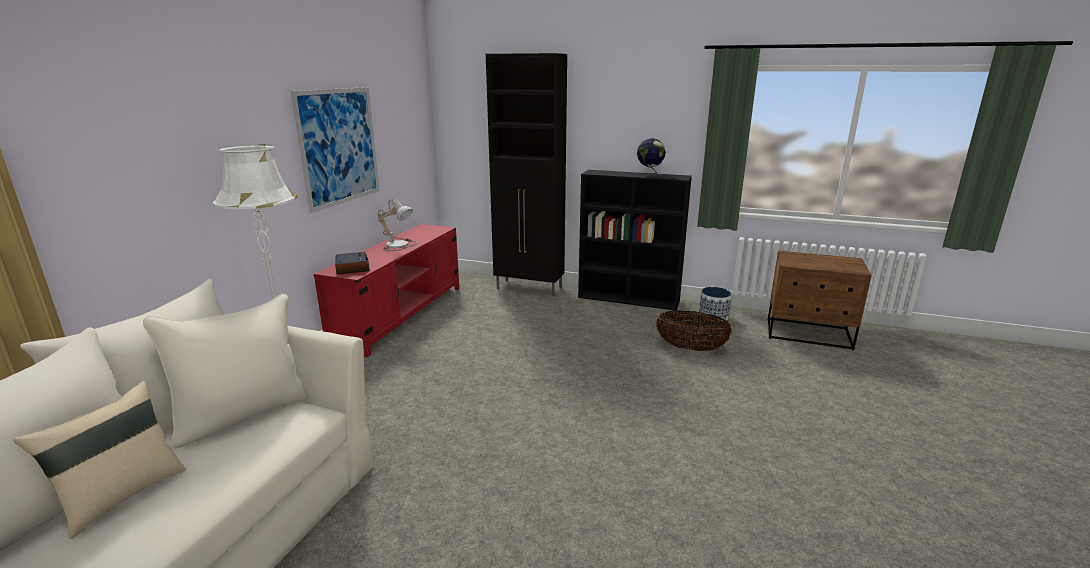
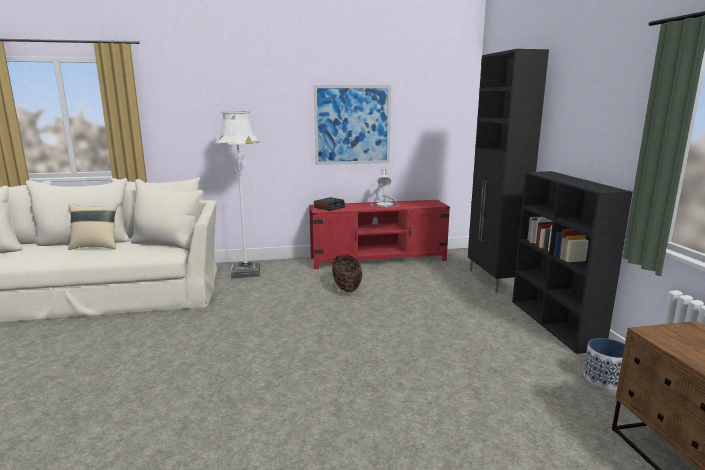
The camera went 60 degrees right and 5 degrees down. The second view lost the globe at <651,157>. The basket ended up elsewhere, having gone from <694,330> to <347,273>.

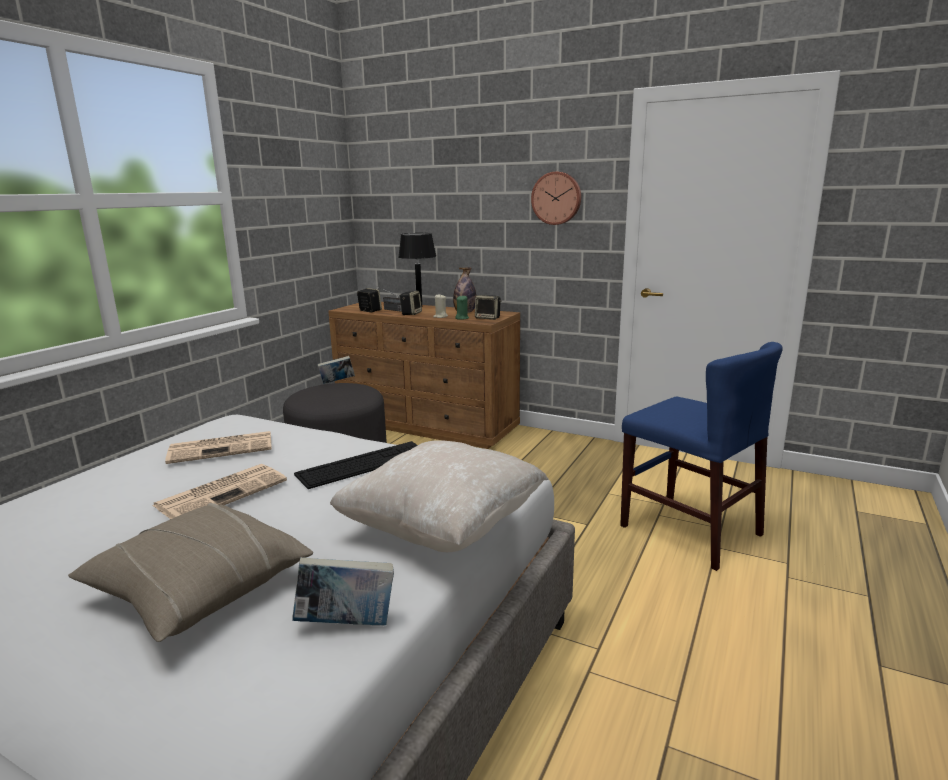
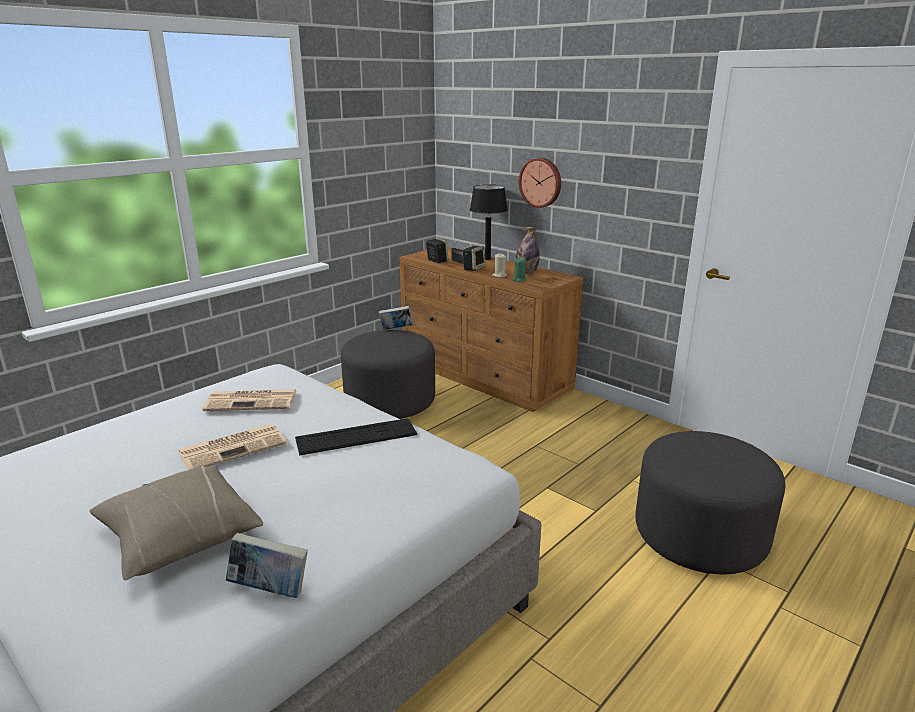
The camera went 15 degrees right and 5 degrees up. The second view lost the beige pillow at <439,496>. The second view lost the speaker at <488,307>. The wall clock ended up elsewhere, having gone from <556,198> to <540,183>. Where the blue chair stood at <701,456>, the grey ottoman came to stand at <710,502>.

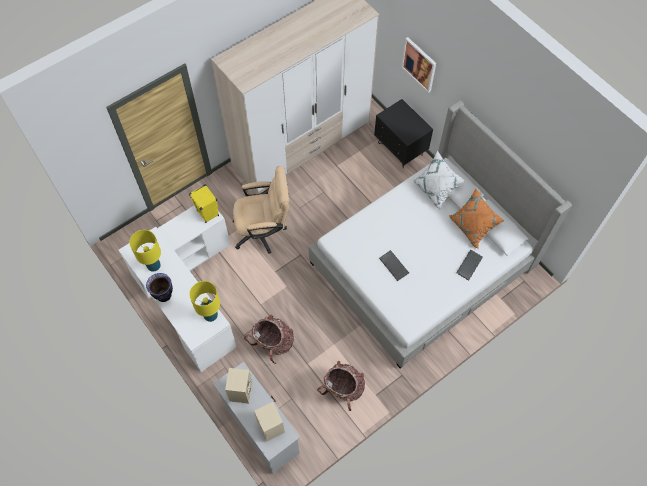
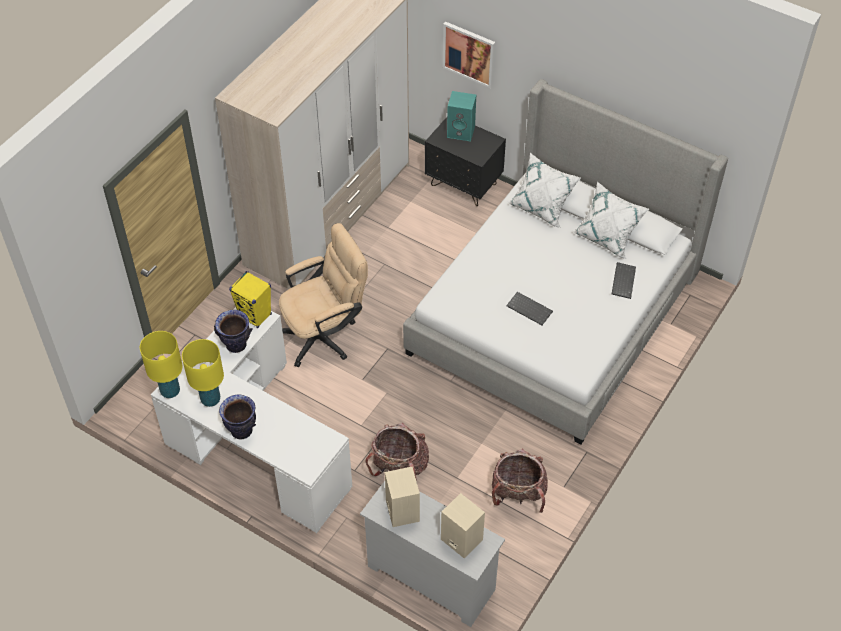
The camera went 20 degrees left and 10 degrees down. The second view gained the vase at <233,331>. The second view gained the turquoise speaker at <461,116>. The yellow table lamp ended up elsewhere, having gone from <204,301> to <161,364>. What was the orange pillow at <476,218> turned into the white pillow at <610,220>.

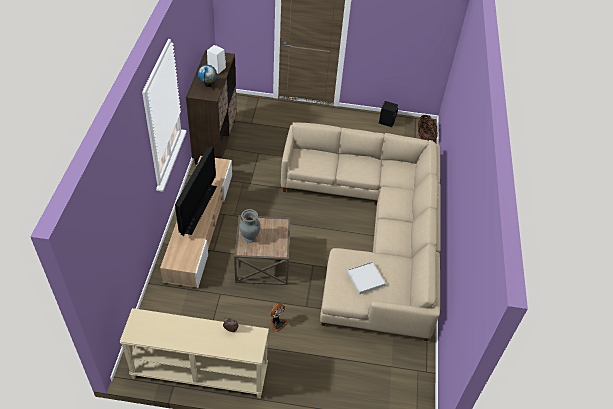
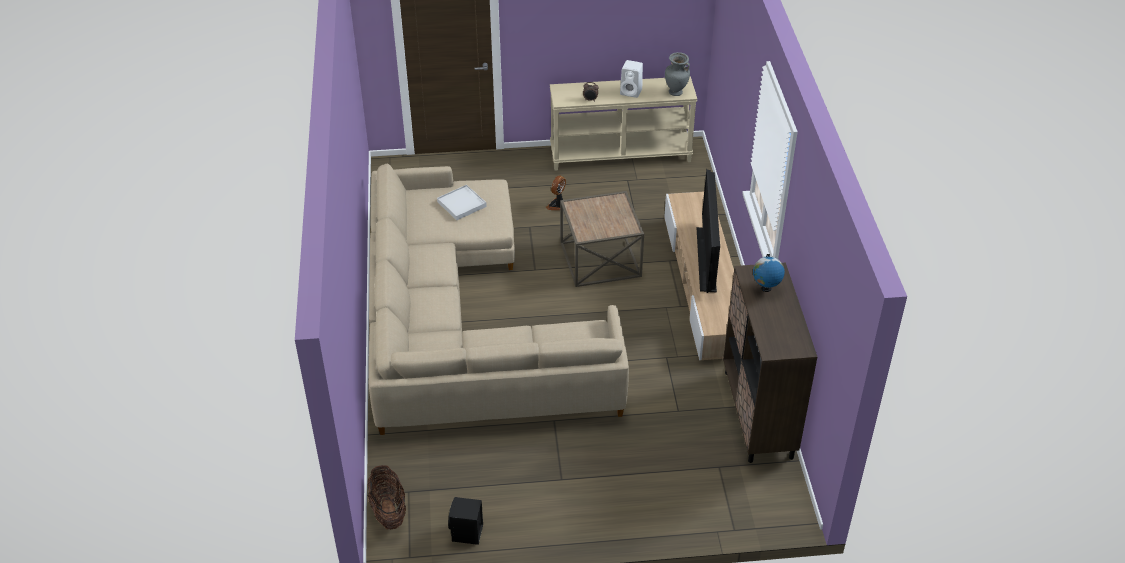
The camera went 170 degrees right and 5 degrees down. The white speaker ended up elsewhere, having gone from <216,59> to <631,79>. The grey vase ended up elsewhere, having gone from <250,226> to <677,74>.

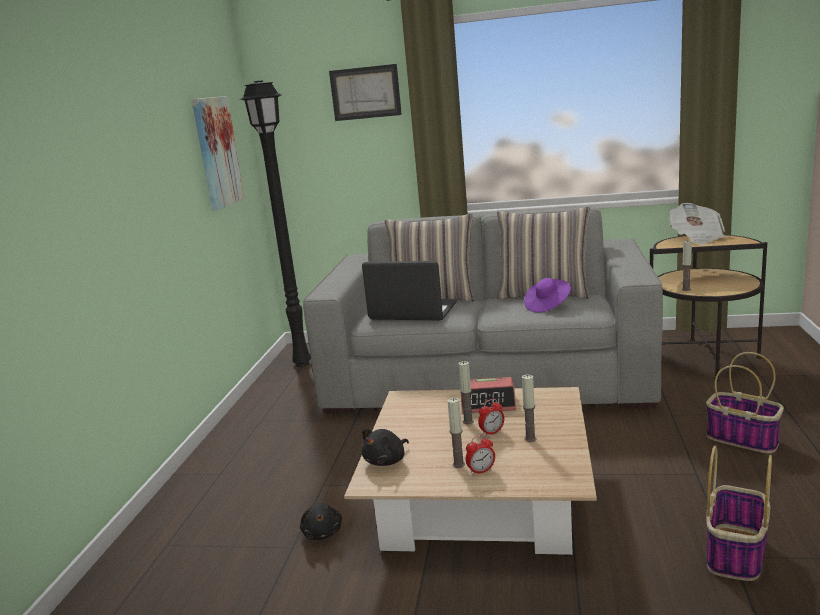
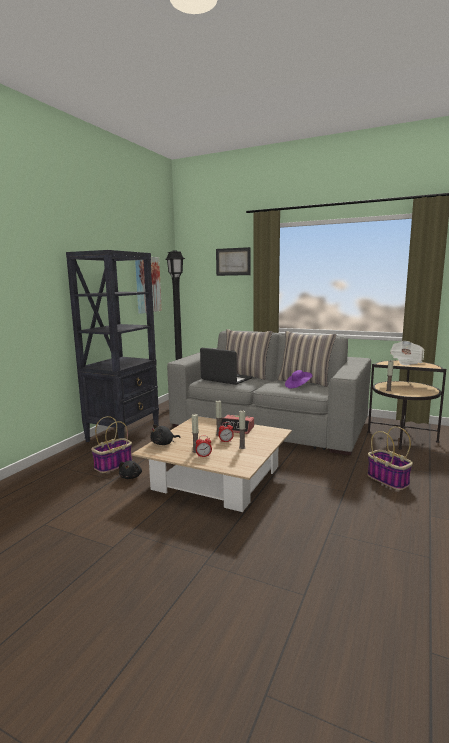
The camera went 15 degrees right and 5 degrees down. The second view gained the black bookcase at <112,346>. The basket ended up elsewhere, having gone from <739,513> to <111,444>.

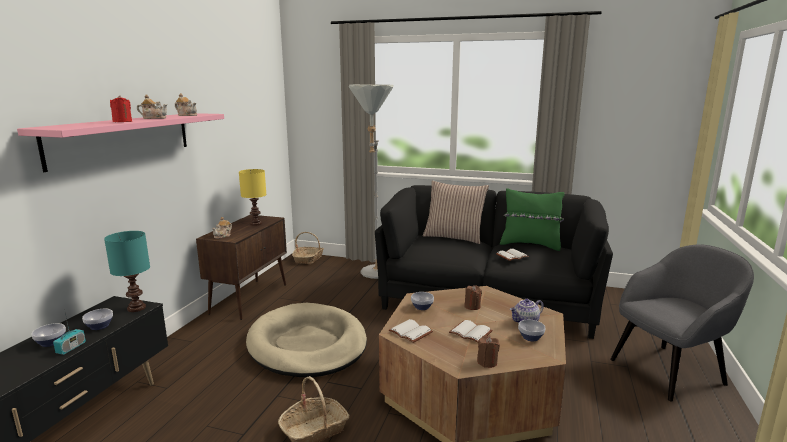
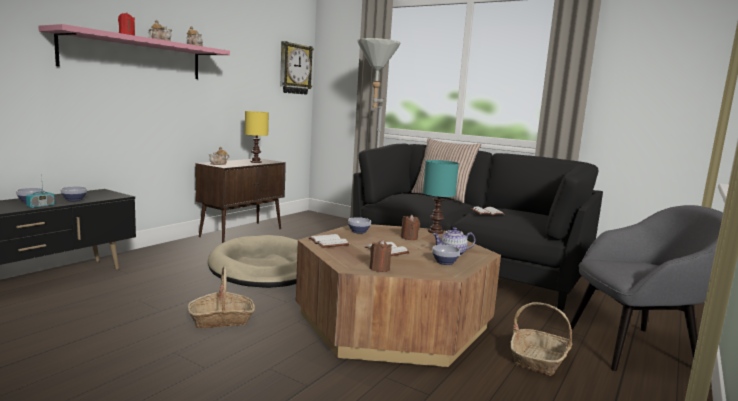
The camera went 15 degrees right and 5 degrees down. The second view lost the green pillow at <532,219>. The second view gained the wall clock at <297,68>. The turquoise table lamp ended up elsewhere, having gone from <127,271> to <441,197>. The basket ended up elsewhere, having gone from <308,248> to <541,339>.

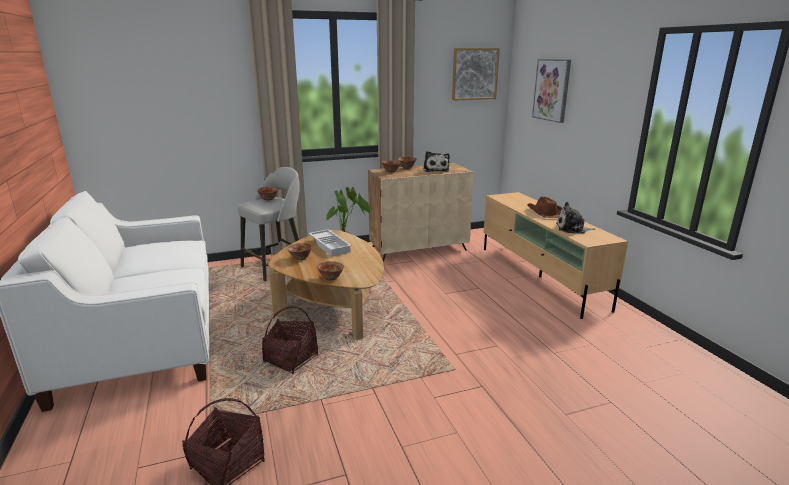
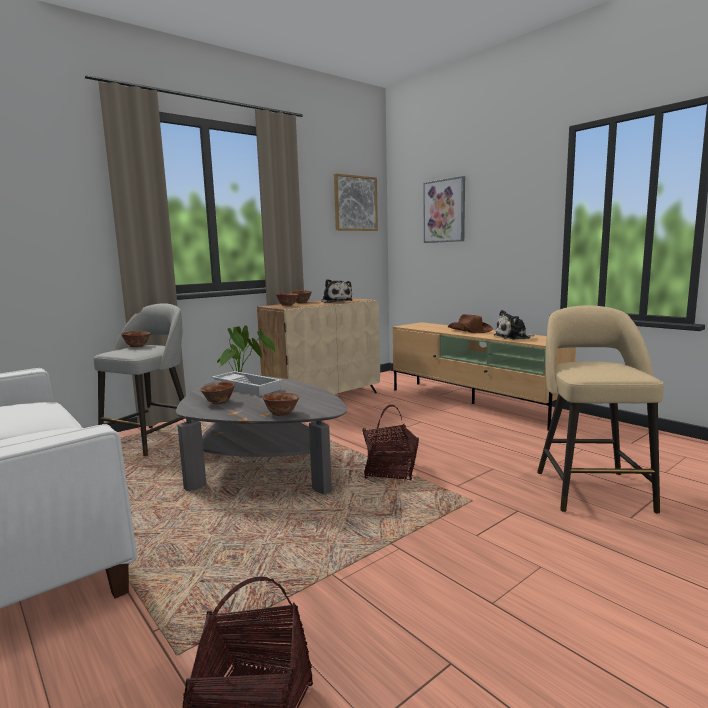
The camera went 20 degrees left and 10 degrees down. The second view gained the beige stool at <600,409>. The basket ended up elsewhere, having gone from <290,340> to <390,443>. What was the brown coffee table at <326,284> turned into the grey coffee table at <261,435>.

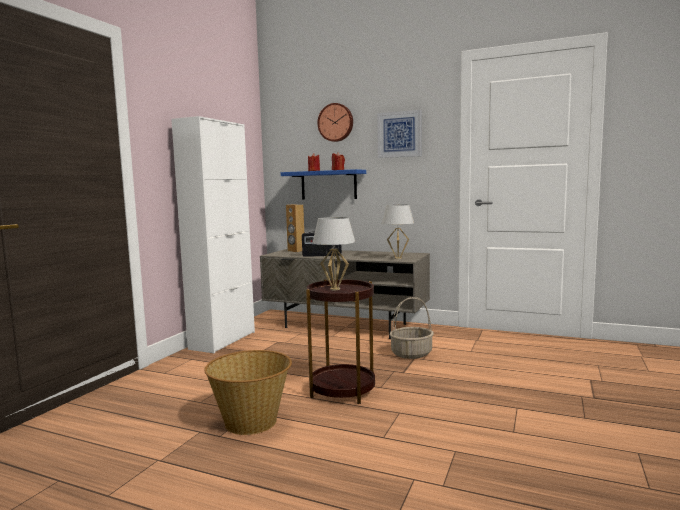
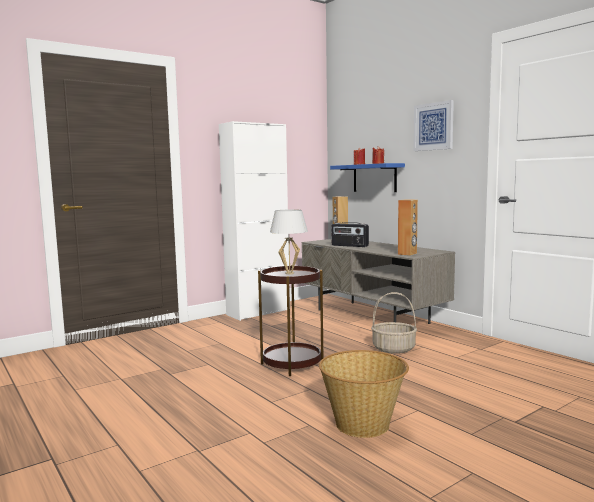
The camera went 30 degrees right and 0 degrees up. The second view lost the wall clock at <335,122>. The basket ended up elsewhere, having gone from <248,392> to <364,394>. Where the white table lamp stood at <398,232>, the brown speaker came to stand at <408,228>.

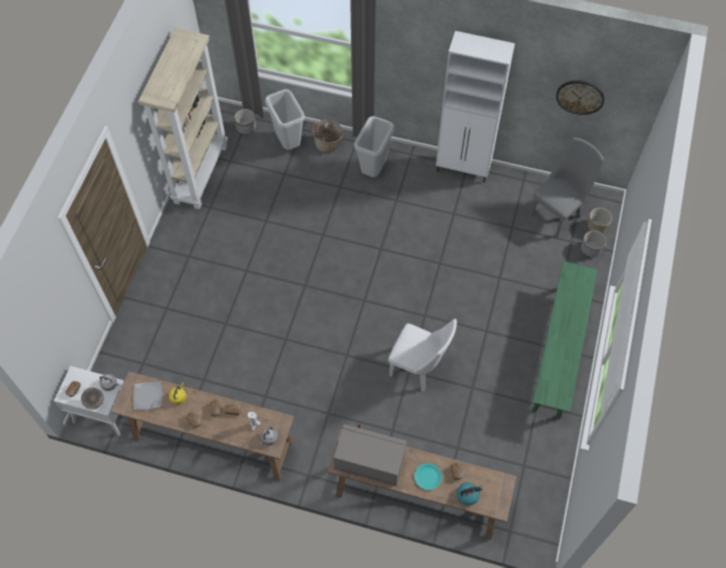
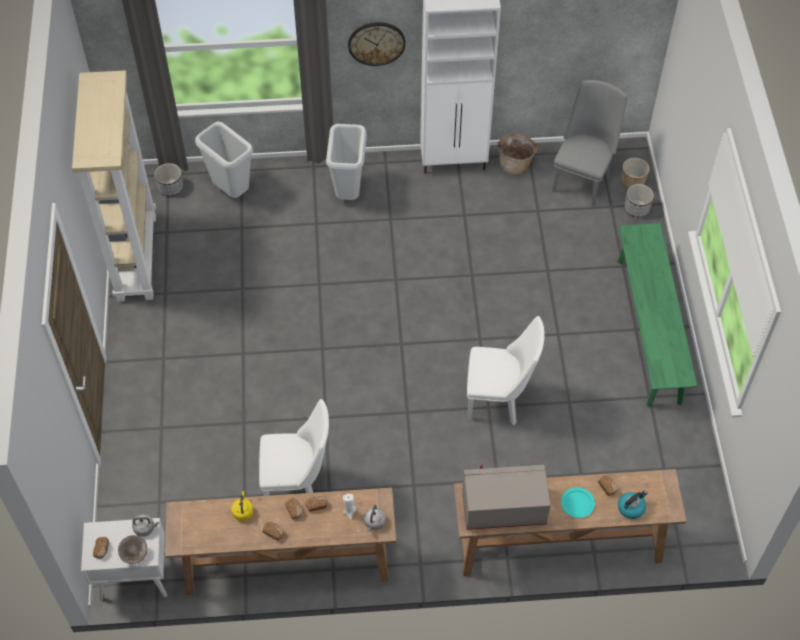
The camera went 20 degrees left and 5 degrees down. The second view lost the plate at <148,396>. The second view gained the white chair at <294,447>. The basket ended up elsewhere, having gone from <328,136> to <517,154>. The wall clock ended up elsewhere, having gone from <580,97> to <376,44>.

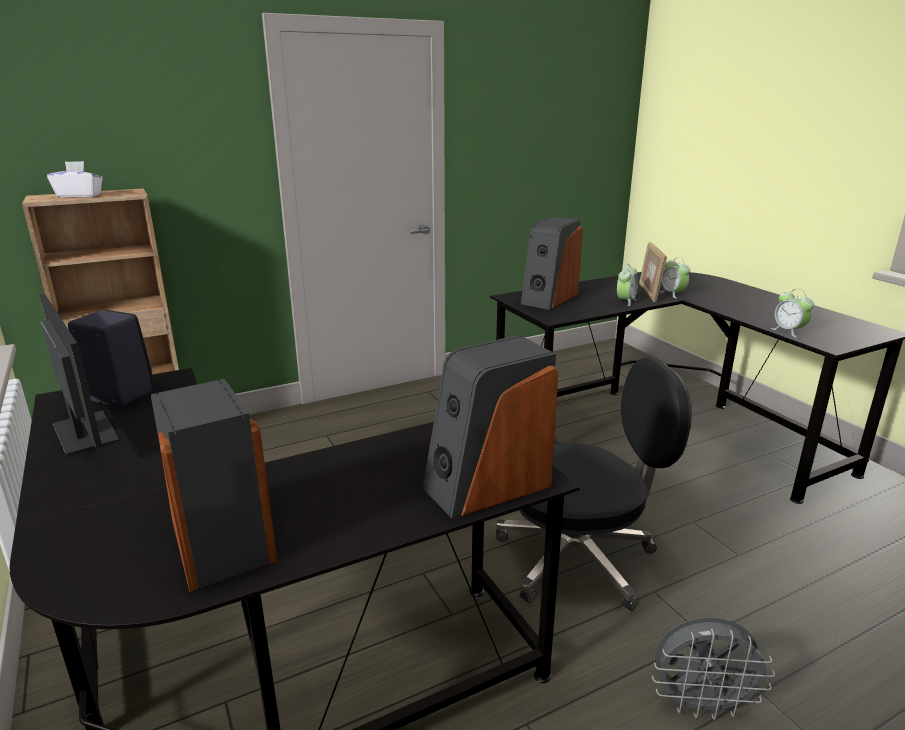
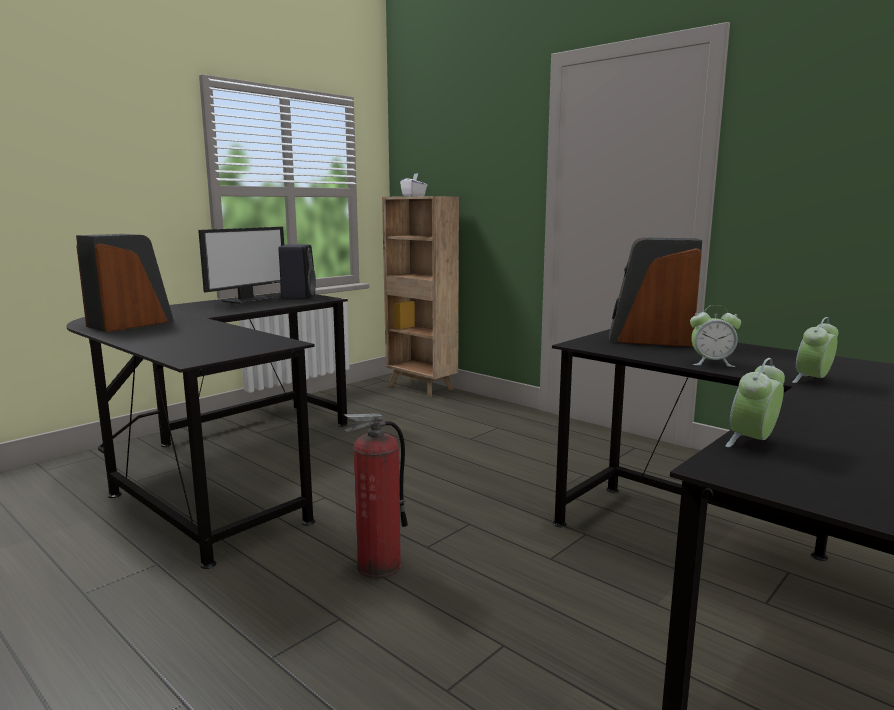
The camera went 70 degrees right and 10 degrees down. The second view lost the speaker at <491,426>. The second view lost the picture frame at <653,272>. The second view lost the grey fan at <713,668>. Where the black office chair stood at <594,484>, the fire extinguisher came to stand at <376,496>.

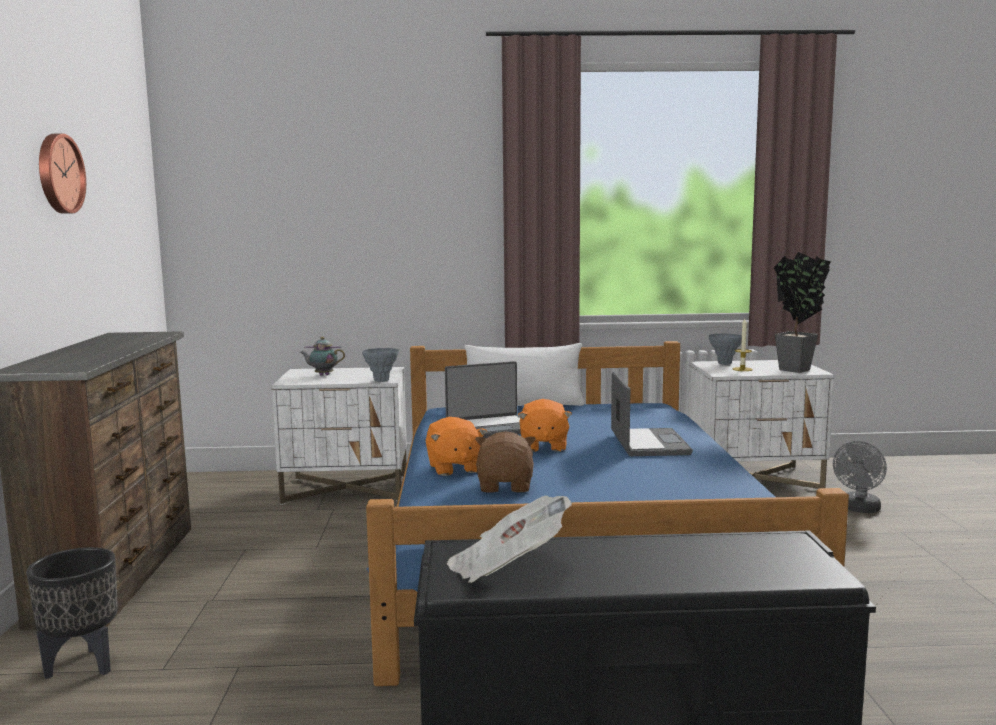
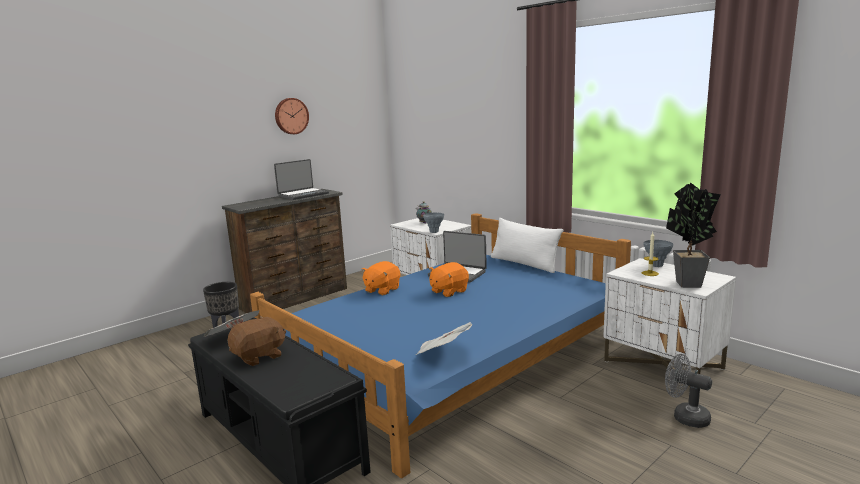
The camera went 50 degrees right and 5 degrees up. The second view gained the newspaper at <444,338>. The brown plush toy ended up elsewhere, having gone from <505,461> to <256,341>. The laptop ended up elsewhere, having gone from <652,414> to <301,179>. The grey fan at <860,477> ended up facing another way, 45 degrees clockwise from before.

